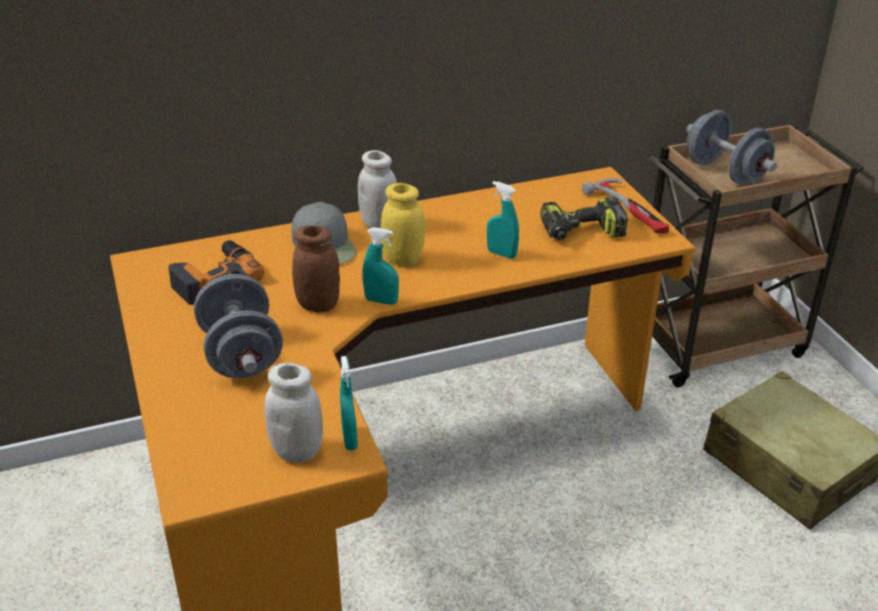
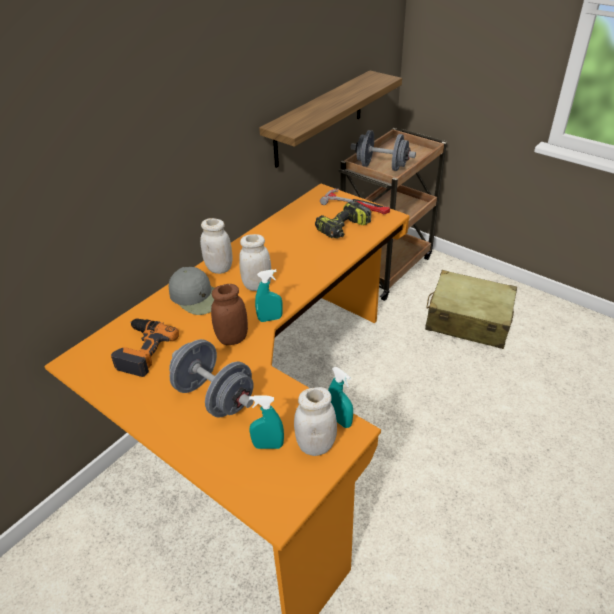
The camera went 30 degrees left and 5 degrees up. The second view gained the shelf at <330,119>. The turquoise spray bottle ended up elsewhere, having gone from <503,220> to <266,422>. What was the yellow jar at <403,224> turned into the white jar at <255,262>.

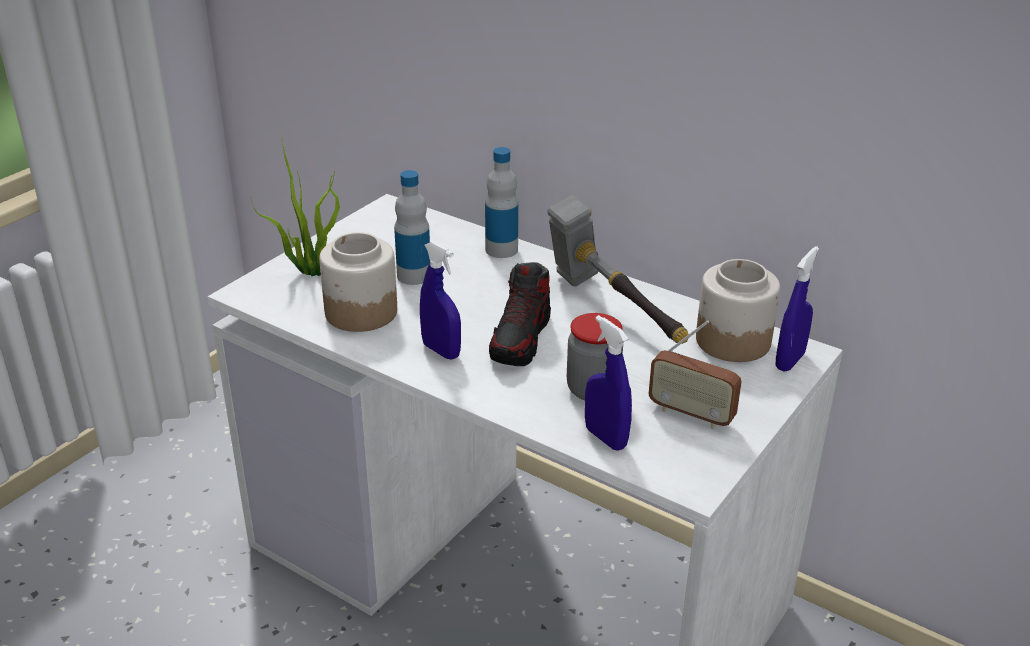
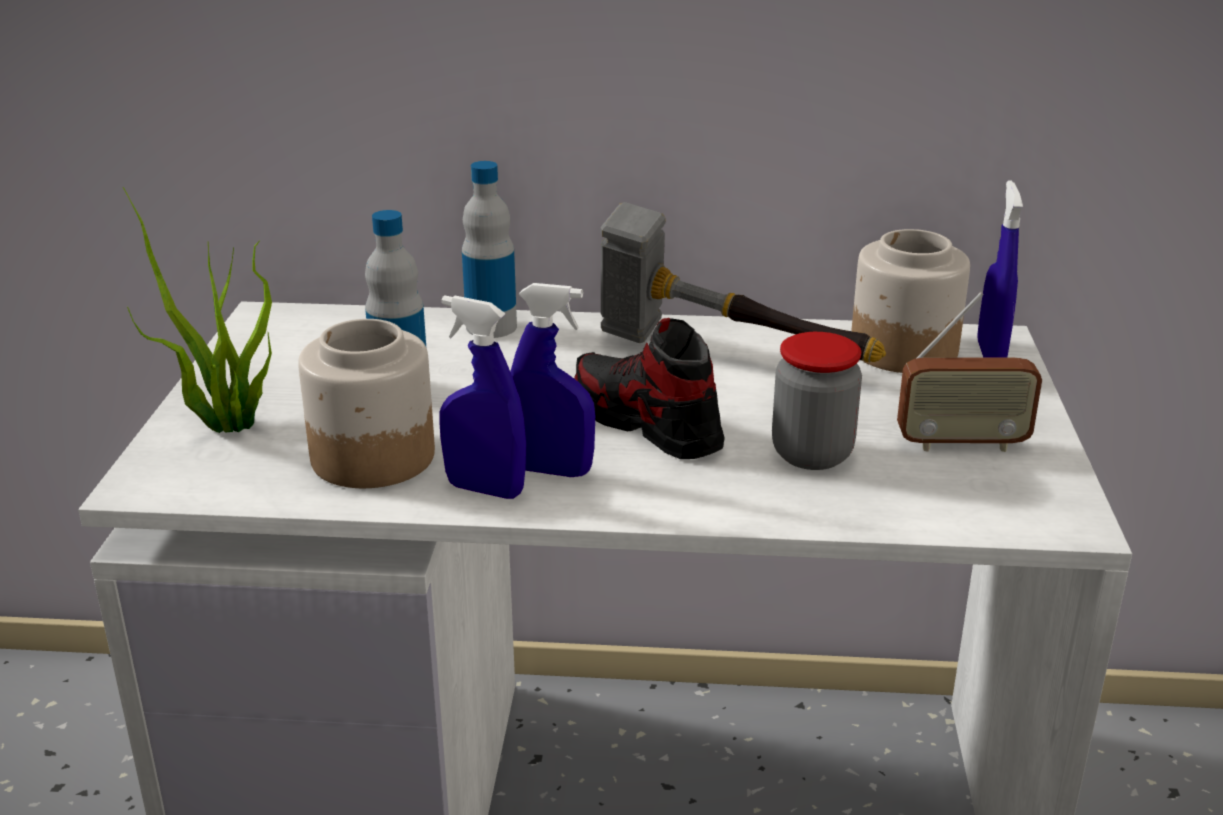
The camera went 30 degrees left and 5 degrees down. The blue spray bottle ended up elsewhere, having gone from <608,383> to <482,397>. The shoe at <520,314> ended up facing another way, 150 degrees clockwise from before.

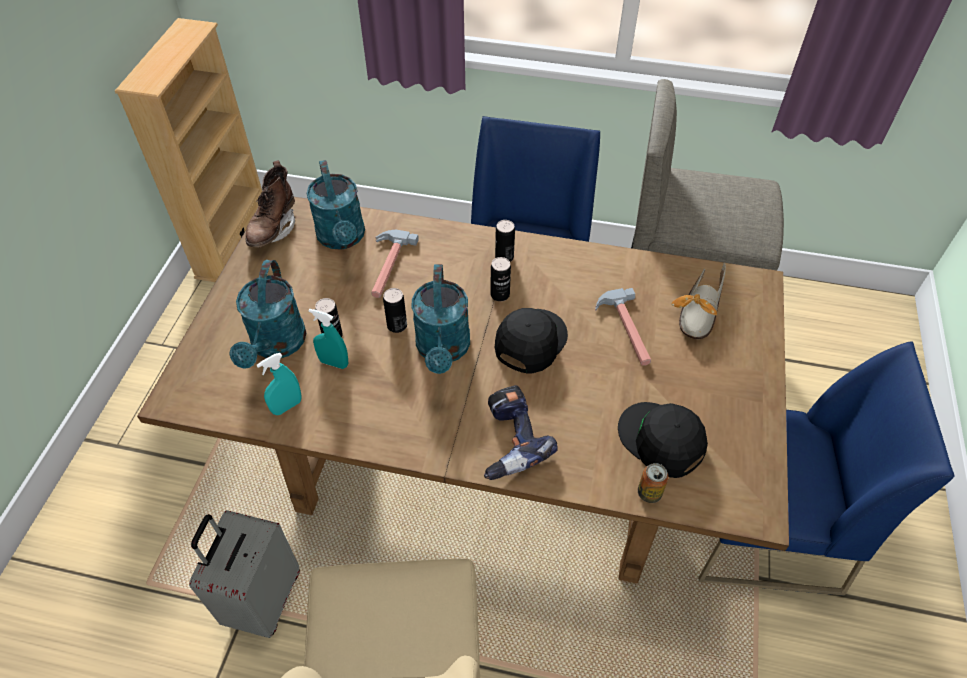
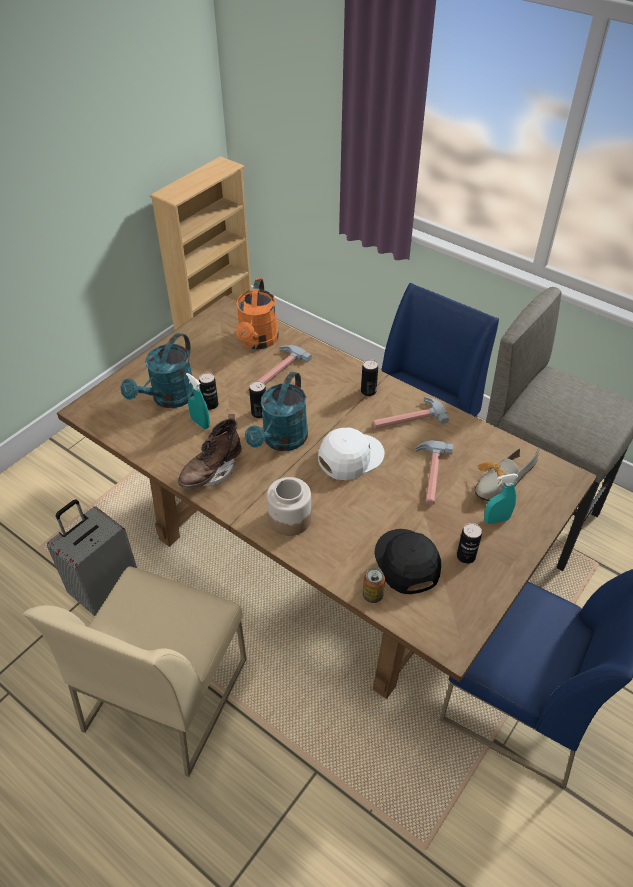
The camera went 25 degrees right and 5 degrees down. The second view gained the hammer at <411,413>. The brown boot ended up elsewhere, having gone from <271,204> to <210,451>. The turquoise spray bottle ended up elsewhere, having gone from <279,384> to <501,498>. The can ended up elsewhere, having gone from <500,279> to <469,543>. Where the power drill stood at <521,432>, the jar came to stand at <289,506>. What was the turquoise watering can at <335,205> turned into the orange watering can at <257,313>. What was the black cap at <531,341> turned into the white cap at <351,454>.

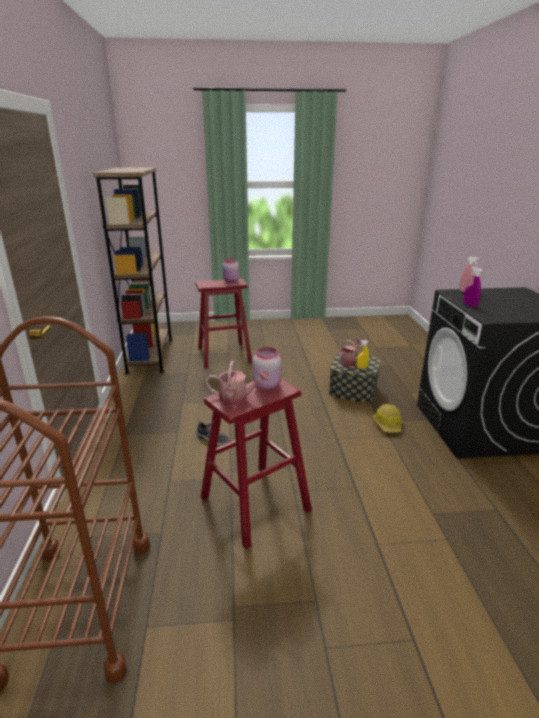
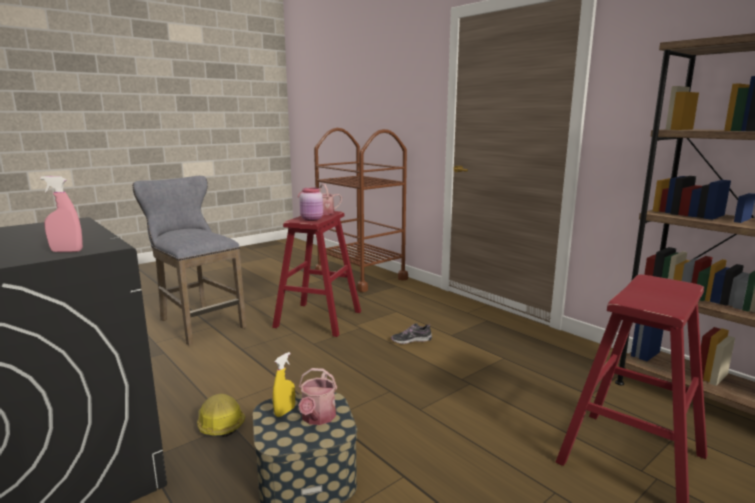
The camera went 145 degrees right and 10 degrees down. The second view lost the pink jar at <231,270>. The second view lost the purple spray bottle at <472,287>. The second view gained the grey stool at <189,261>.

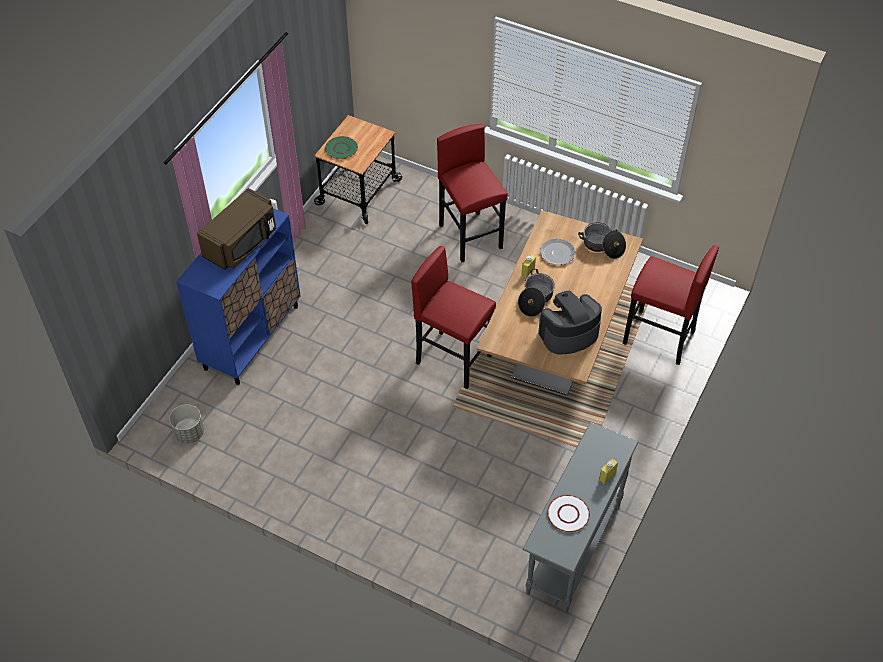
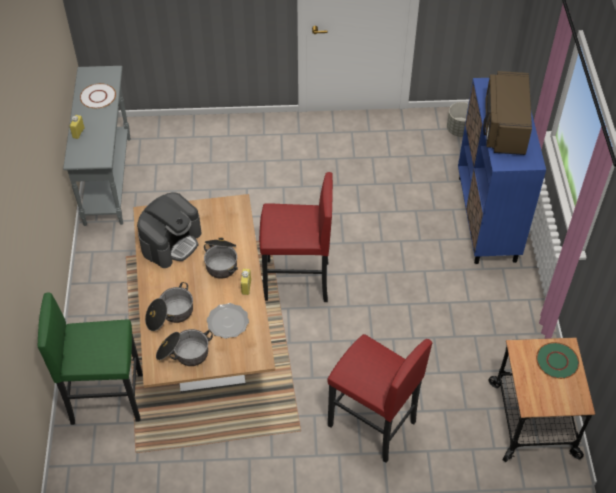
The camera went 150 degrees right and 0 degrees up. The second view gained the cooking pot at <169,306>. What was the red stool at <671,305> turned into the green stool at <90,358>.

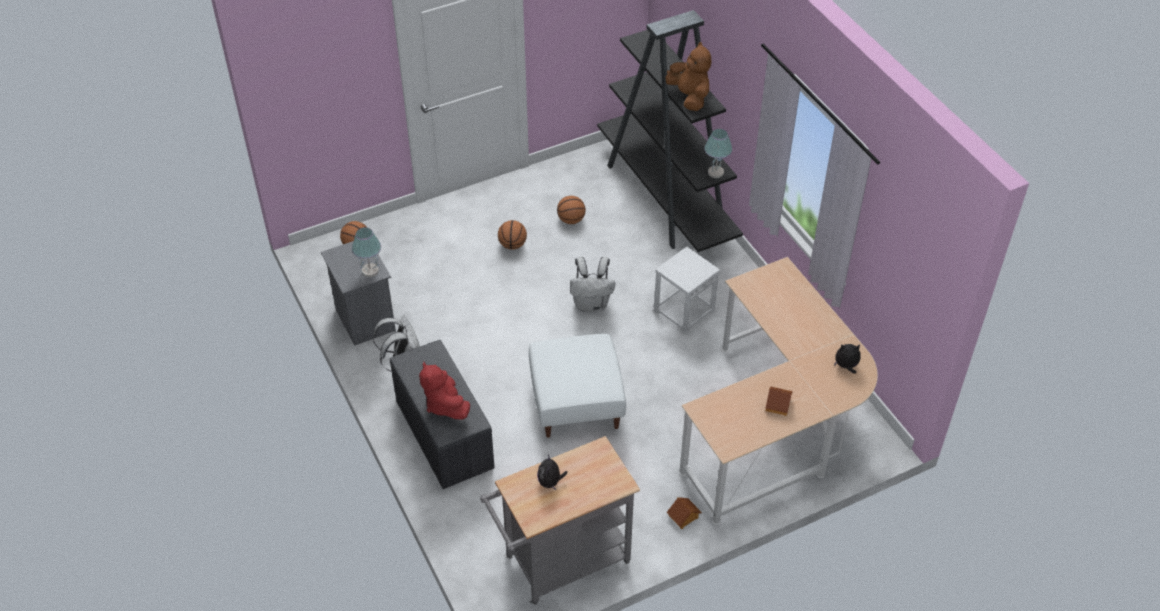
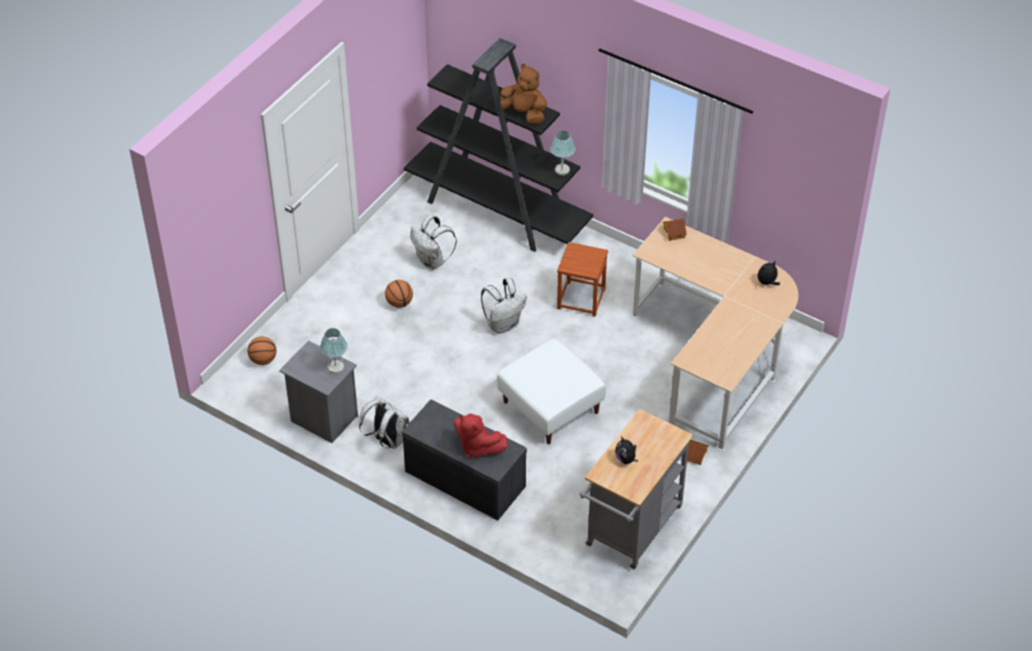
The camera went 30 degrees left and 0 degrees up. The toy house ended up elsewhere, having gone from <779,401> to <675,230>. Where the basketball stood at <571,210>, the white backpack came to stand at <433,242>. What was the white stool at <687,290> turned into the brown stool at <582,279>.

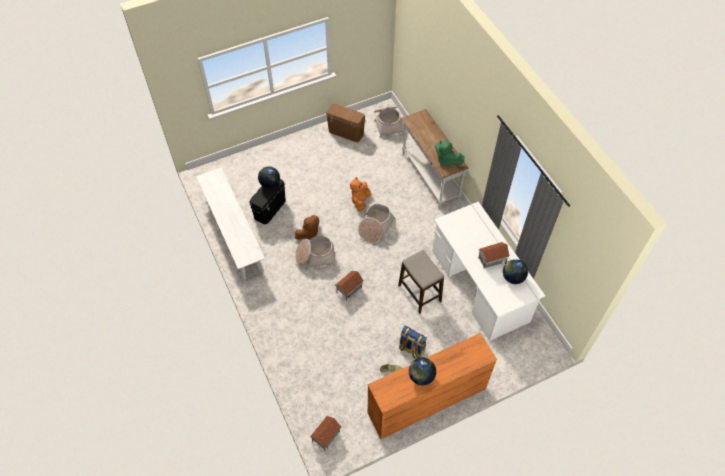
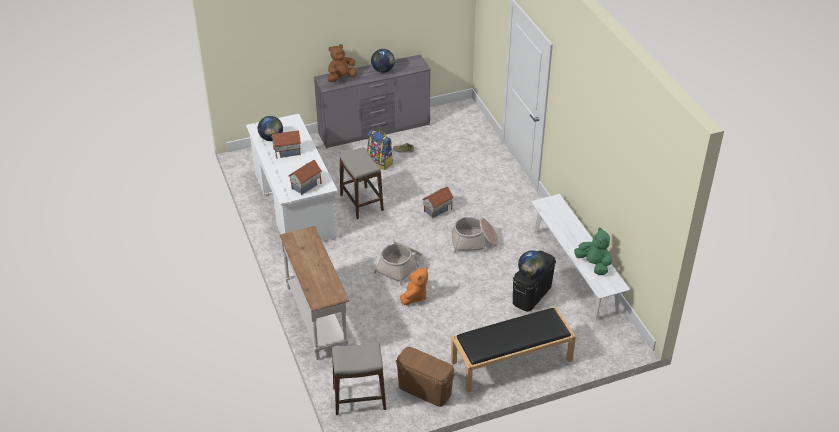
The camera went 175 degrees left and 15 degrees down. The second view gained the black bench at <513,349>. The brown plush toy ended up elsewhere, having gone from <307,227> to <342,63>. The toy house ended up elsewhere, having gone from <325,433> to <305,177>. The green plush toy ended up elsewhere, having gone from <449,153> to <593,251>. Where the basket stood at <389,122>, the stool came to stand at <359,378>. What was the orange dresser at <432,386> turned into the grey dresser at <372,101>.

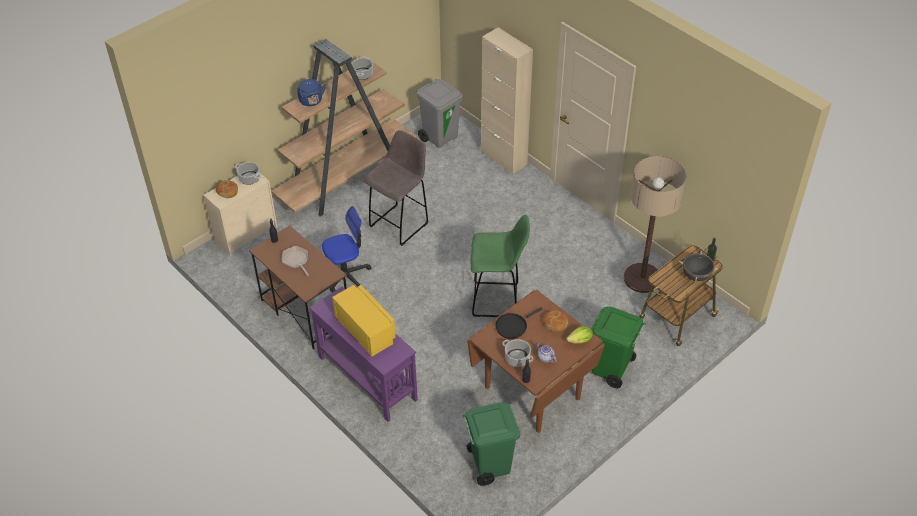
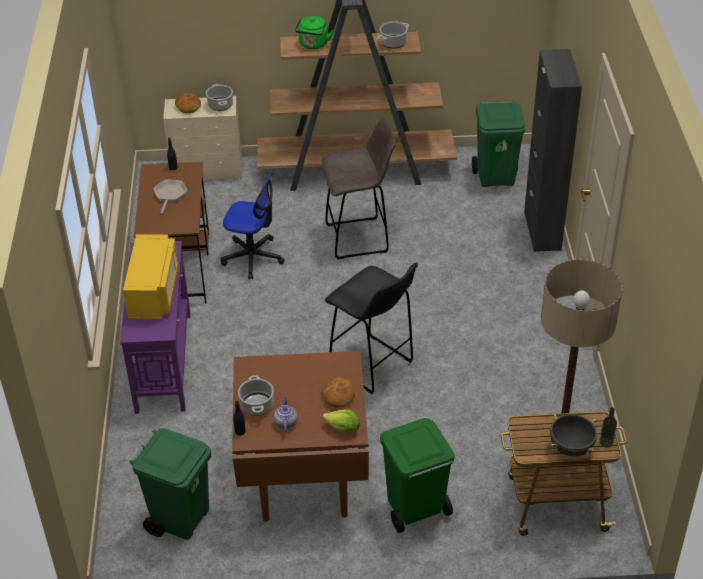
The camera went 40 degrees right and 5 degrees down. The second view lost the black frying pan at <518,323>. What was the blue kettle at <311,92> turned into the green kettle at <314,32>. What was the grey trash can at <440,113> turned into the green trash can at <498,144>. What was the green stool at <500,266> turned into the black stool at <371,328>. What was the beige cabinet at <507,100> turned into the black cabinet at <553,150>.

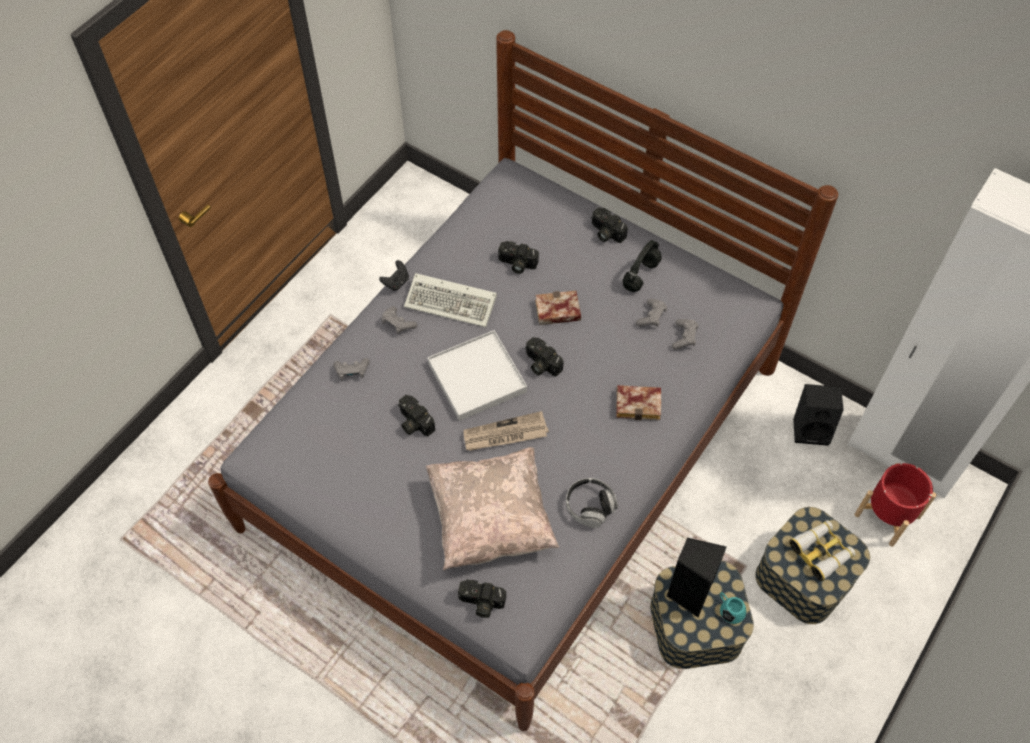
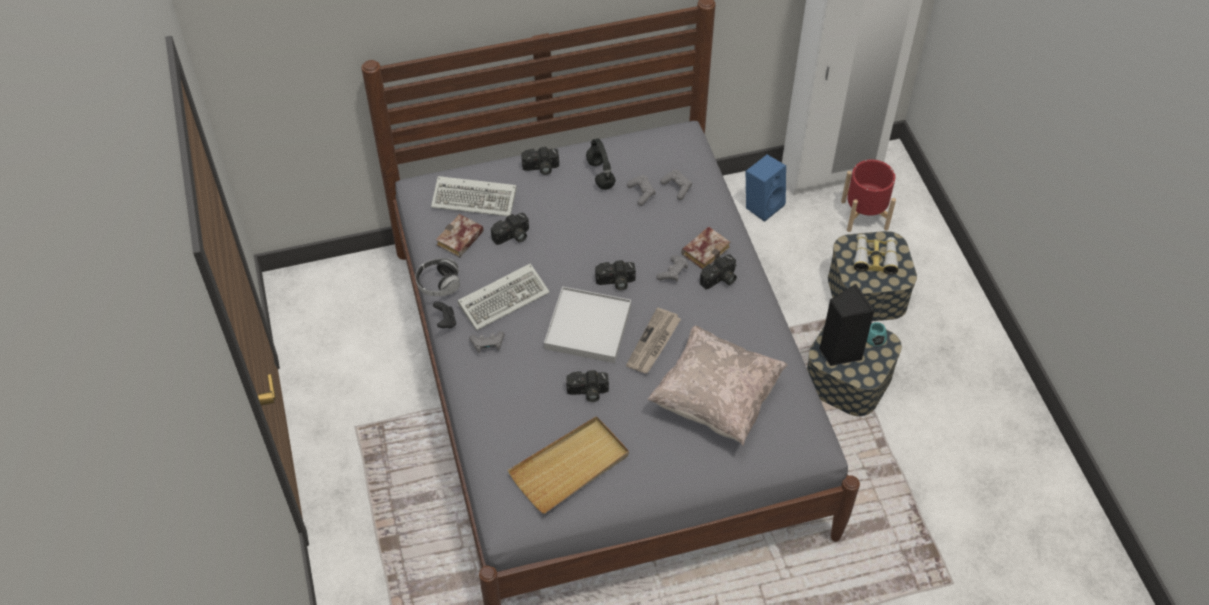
The camera went 50 degrees left and 5 degrees down. The second view gained the keyboard at <473,196>. The second view gained the beige tray at <568,465>. The grey game controller ended up elsewhere, having gone from <351,369> to <672,268>. The photo camera ended up elsewhere, having gone from <482,599> to <718,271>. The book ended up elsewhere, having gone from <558,308> to <460,235>. The headphones ended up elsewhere, having gone from <592,503> to <437,277>. What was the black speaker at <818,415> turned into the blue speaker at <766,188>.

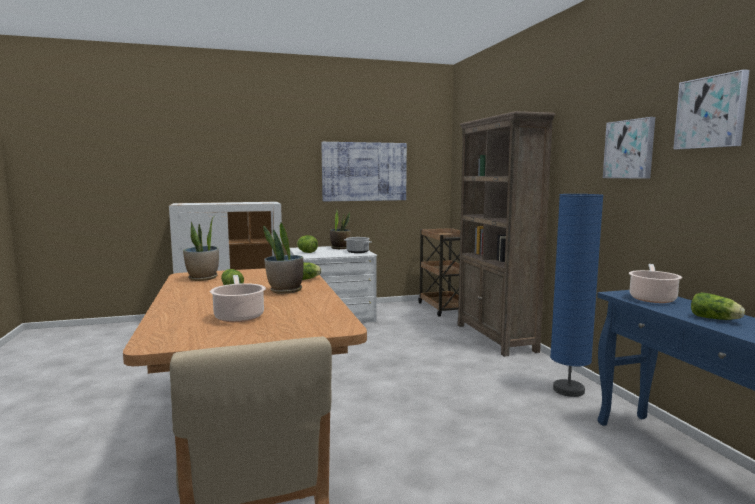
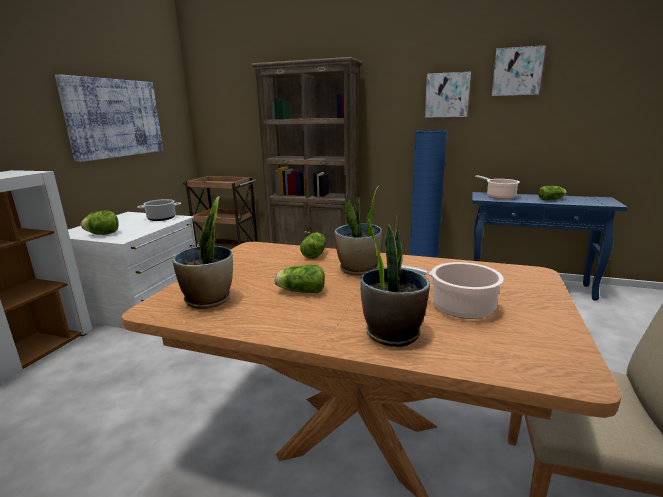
The camera went 55 degrees left and 10 degrees up. The potted plant ended up elsewhere, having gone from <340,229> to <395,281>.

